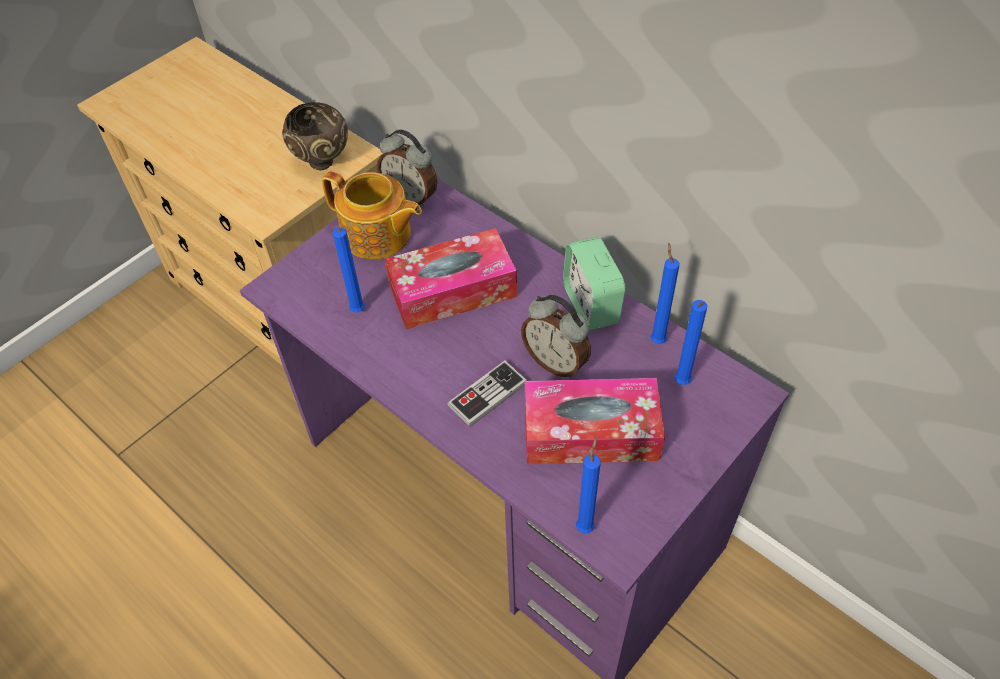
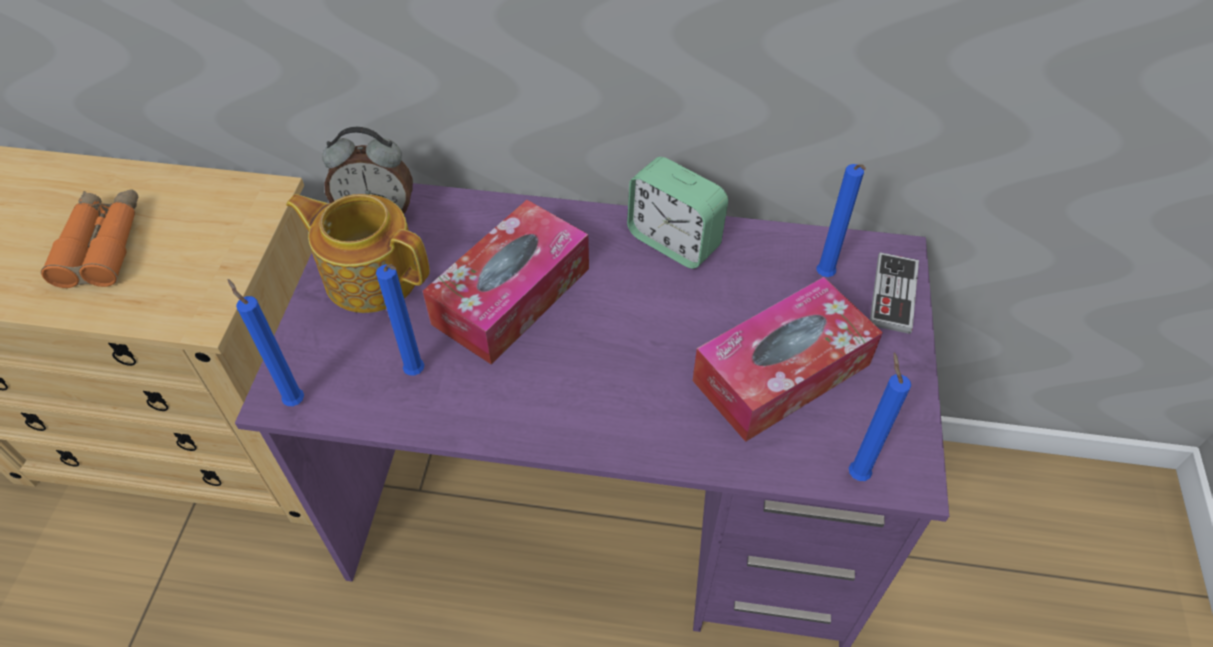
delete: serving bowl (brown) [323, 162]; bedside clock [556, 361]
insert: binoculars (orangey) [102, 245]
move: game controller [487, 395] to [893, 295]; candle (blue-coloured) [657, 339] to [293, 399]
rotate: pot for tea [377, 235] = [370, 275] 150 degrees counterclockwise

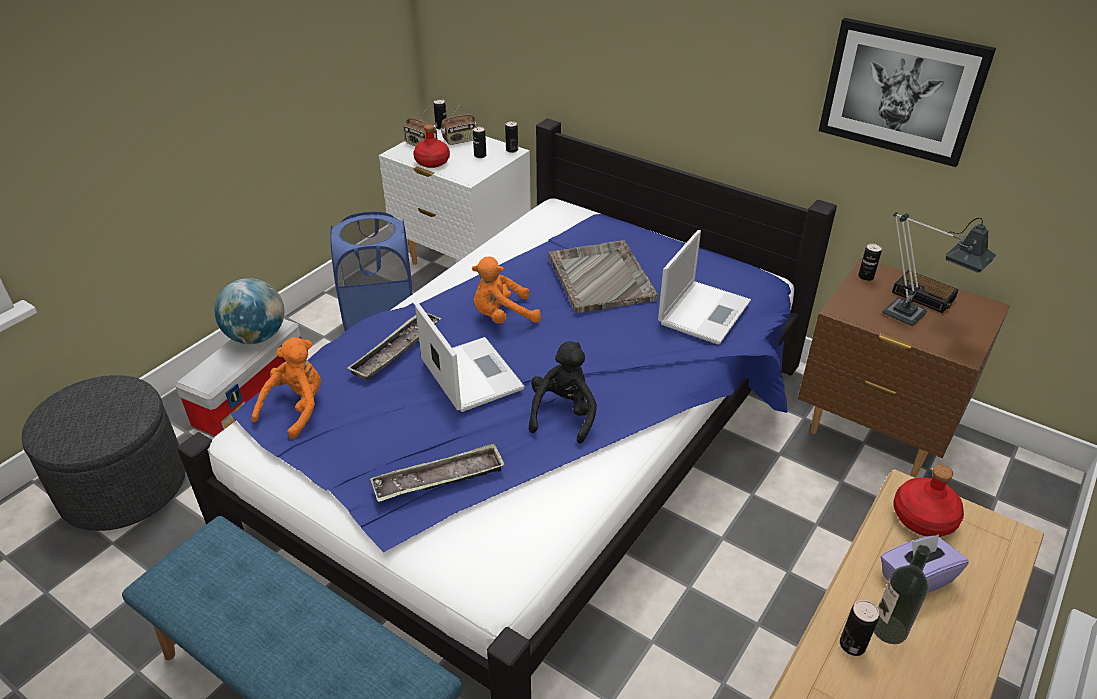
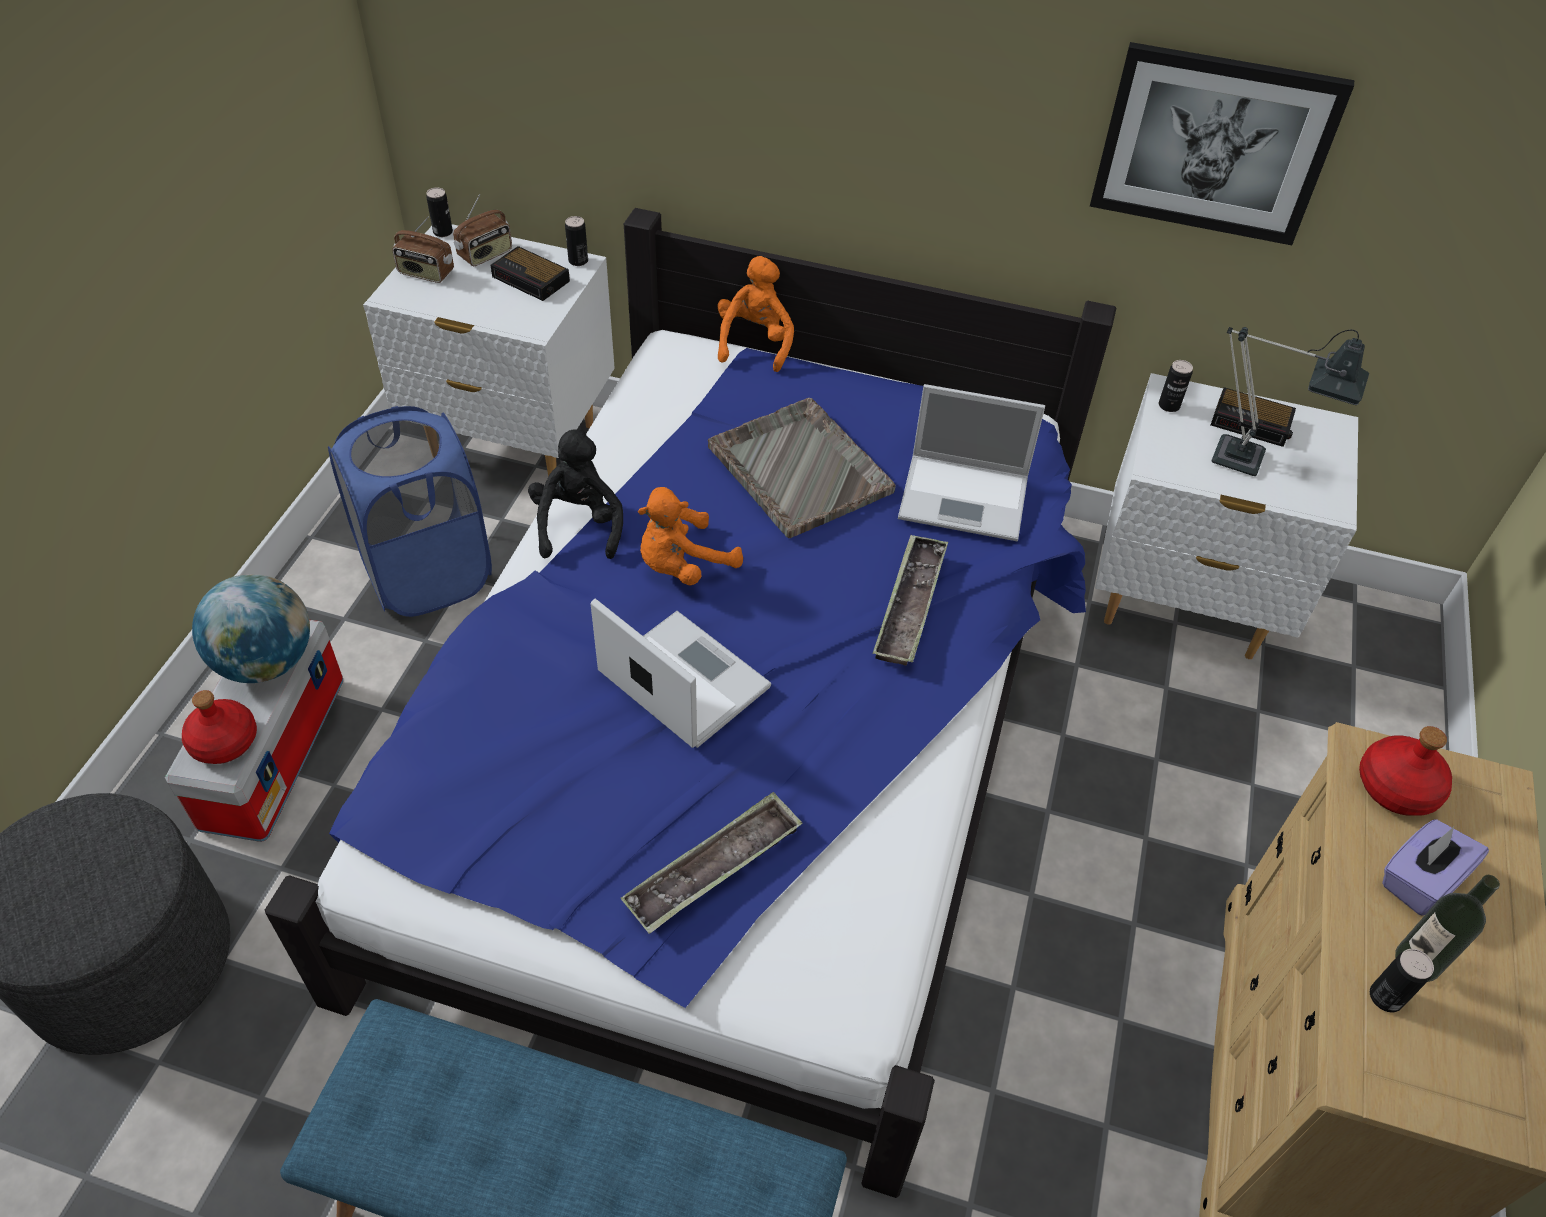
move: soft toy (orangey) [297, 409] to [755, 343]; carrying tray [396, 349] to [909, 605]; drink bottle (red-coloured) [432, 162] to [223, 742]; soft toy (blackish) [563, 414] to [578, 525]
replace: metal can [480, 155] to bedside clock [532, 279]
recolor: bedside table (brown) [874, 432] to bedside table (white) [1182, 604]
rotate: notebook computer [704, 311] = [966, 497] 90 degrees clockwise

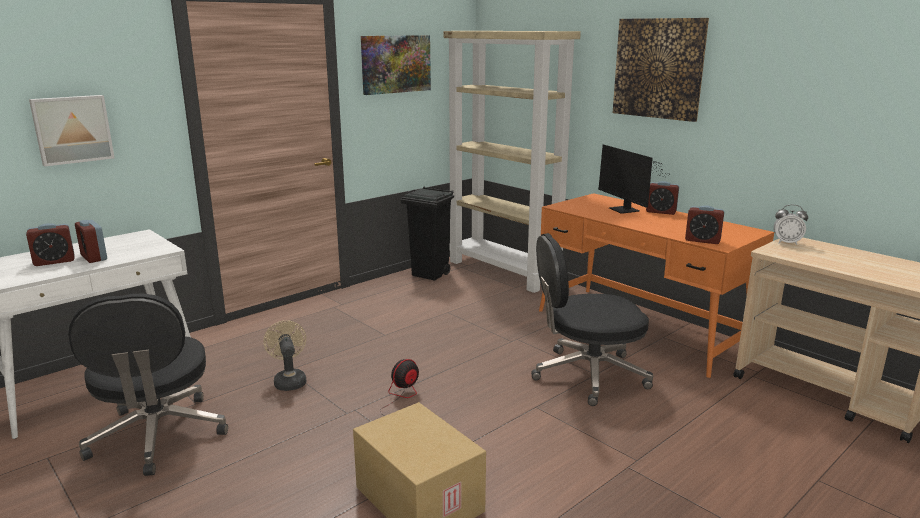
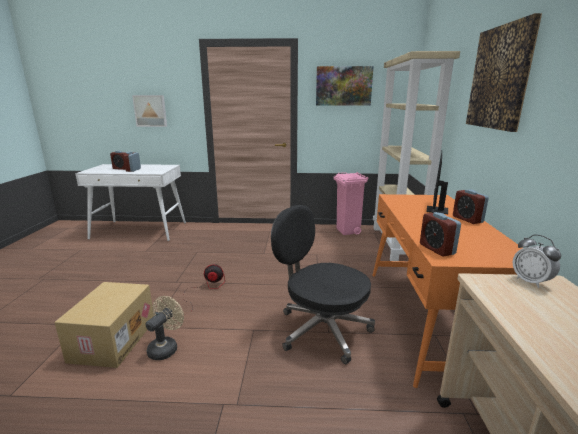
delete: office chair (blackish) [157, 436]
move: cooling fan (sand-coloured) [289, 380] to [166, 347]
recolor: trash can (blackish) [430, 274] to trash can (pink-coloured) [347, 231]

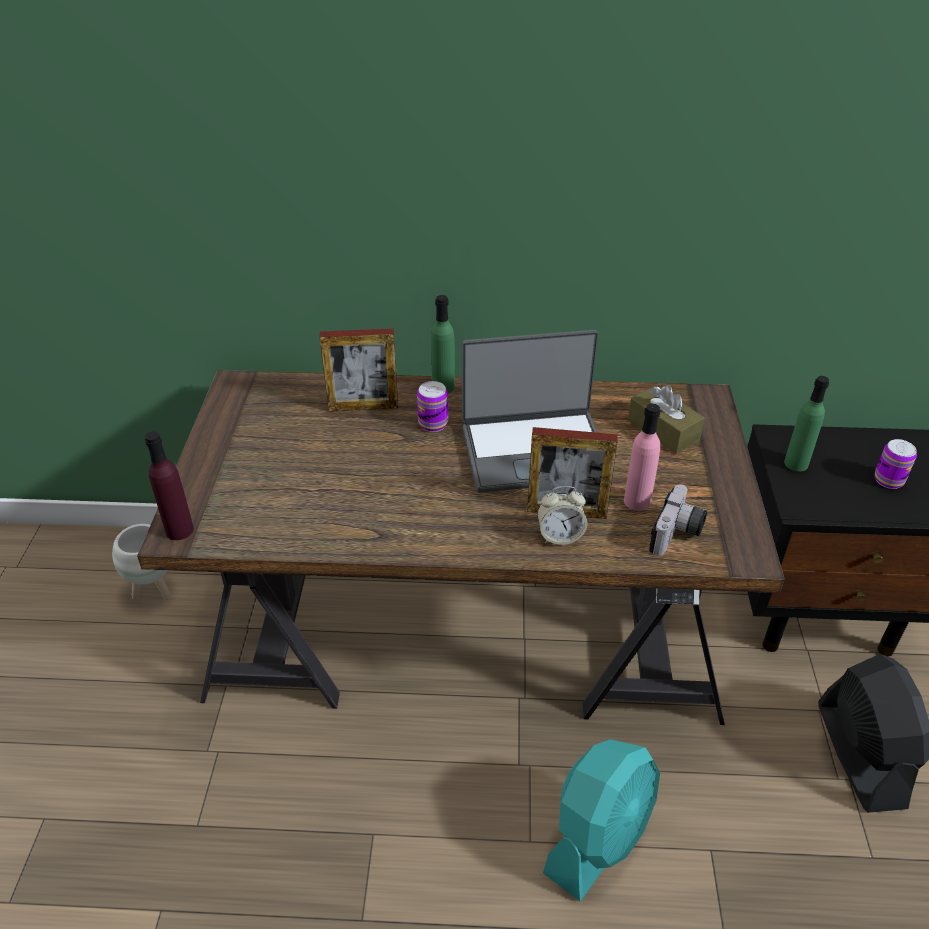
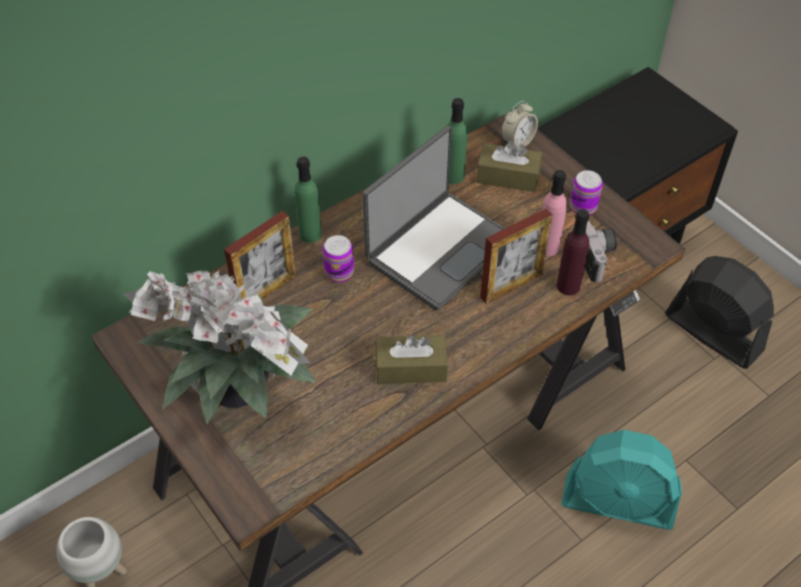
insert: houseplant [241, 395]; tissue holder (brown) [411, 368]
move: drink bottle (purplish) [179, 530] to [568, 286]; bedside clock [560, 536] to [517, 141]; drink bottle (green) [796, 463] to [453, 176]; metal can [888, 480] to [583, 207]
rotate: cooling fan (turquoise) [599, 836] = [618, 503] 105 degrees clockwise

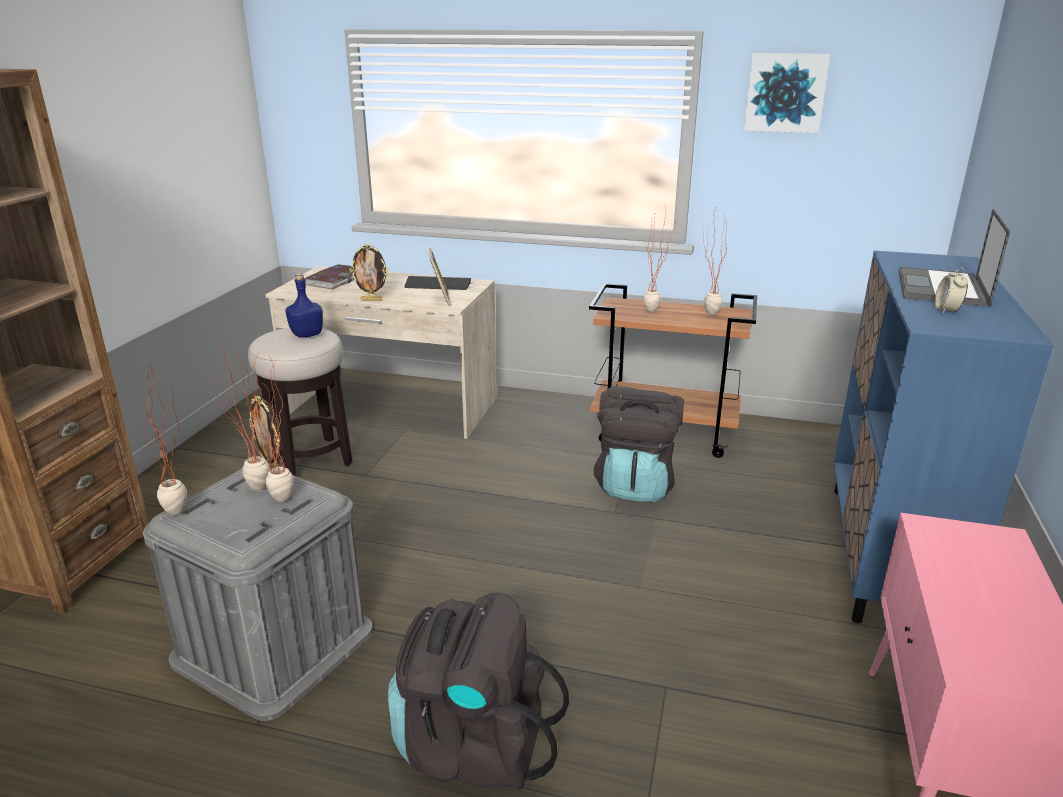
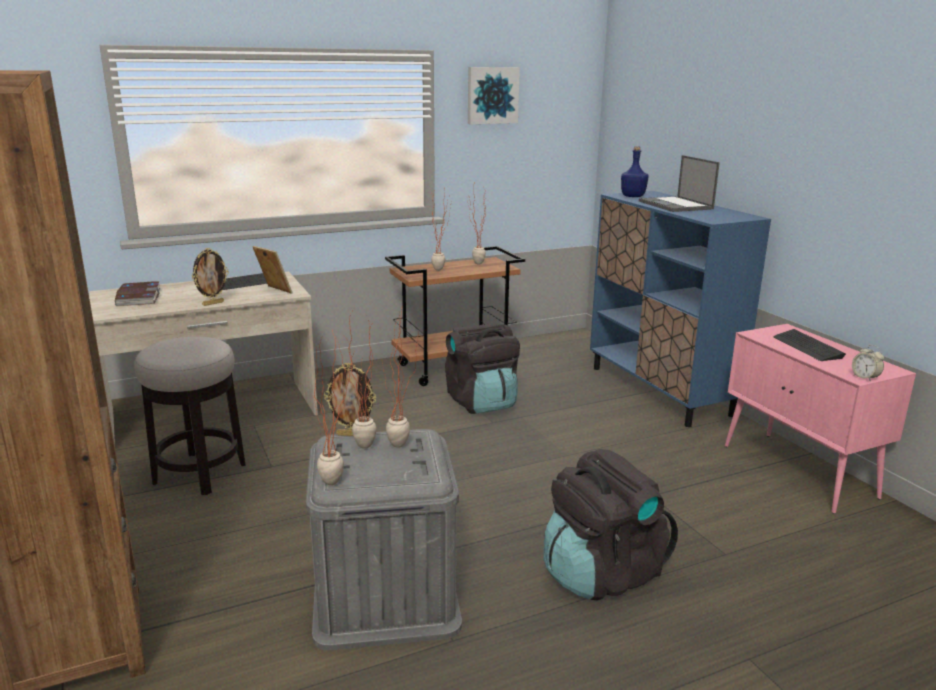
insert: PC keyboard [807, 347]
move: drink bottle (blue-coloured) [307, 334] to [633, 196]; bedside clock [946, 310] to [865, 377]

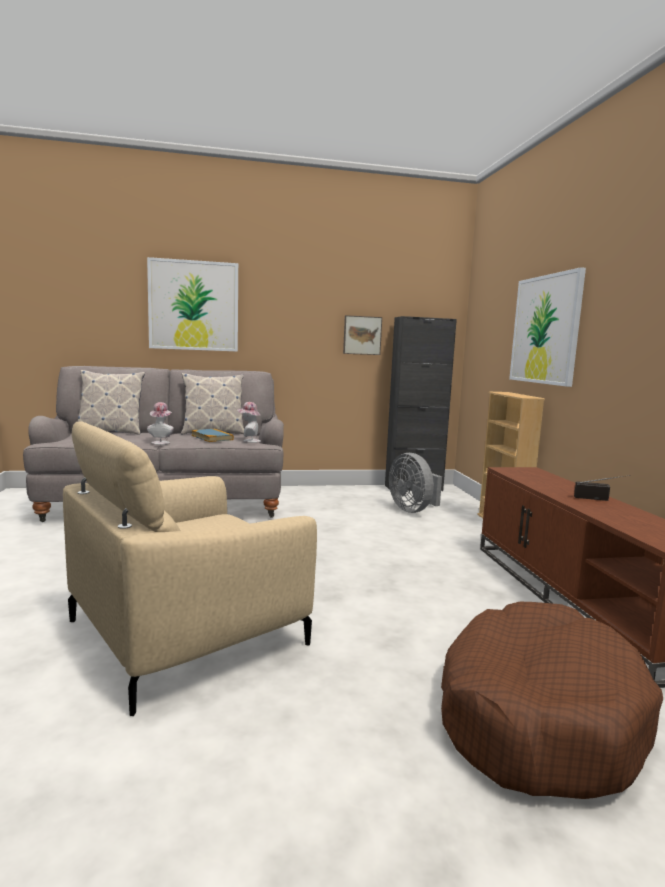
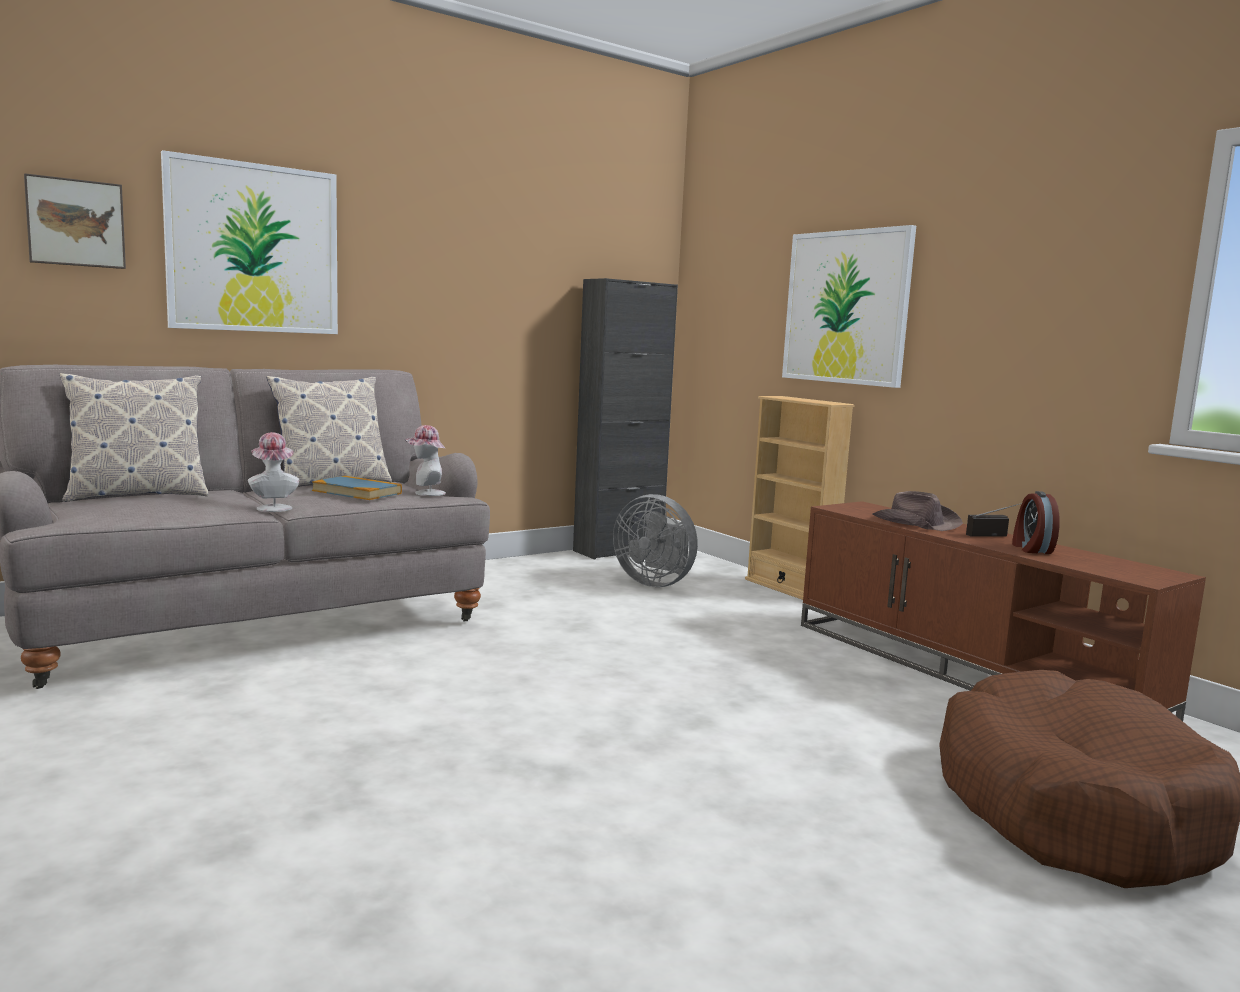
delete: armchair (sand-coloured) [188, 632]
insert: clothing hat (brown) [915, 522]; bedside clock [1031, 549]
move: wall picture [362, 335] to [75, 223]

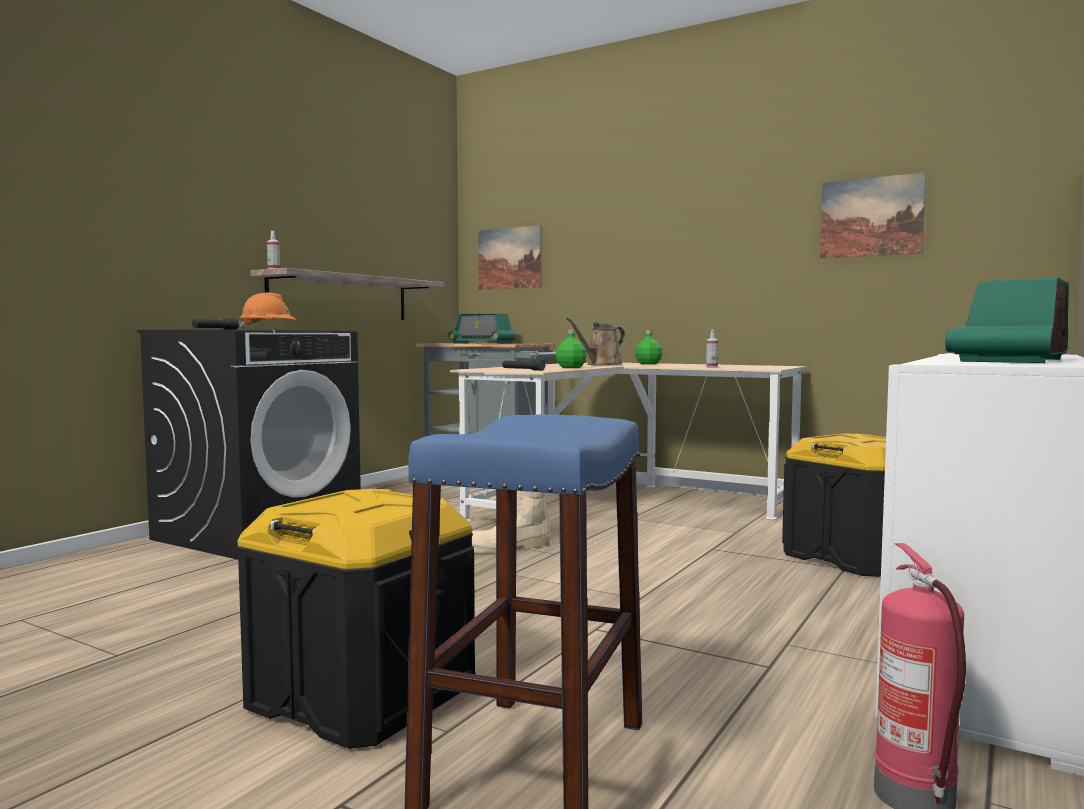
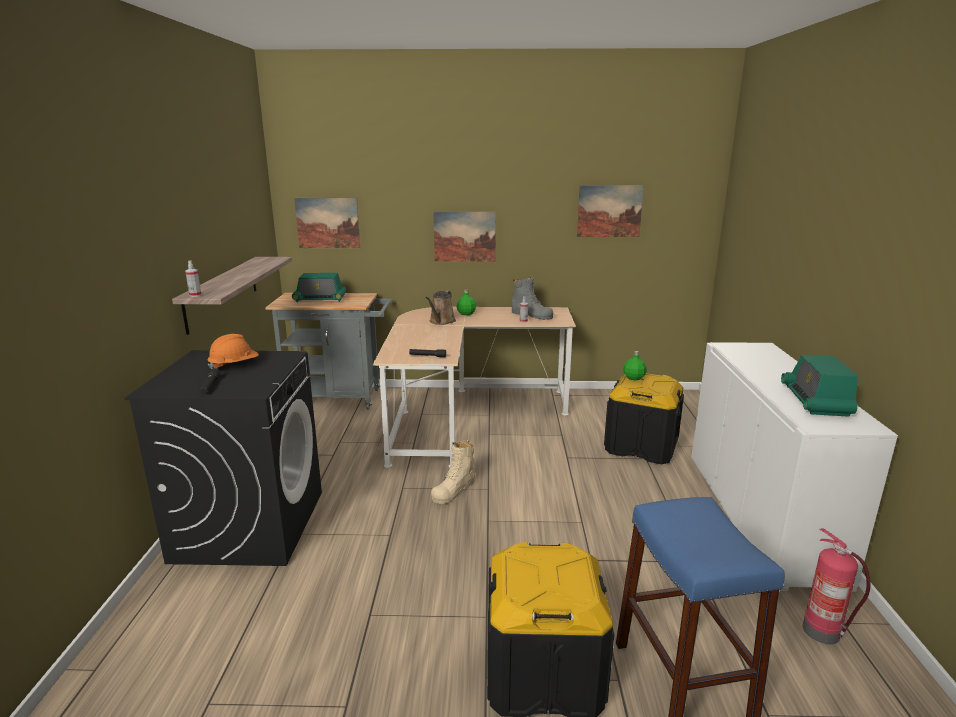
insert: wall picture [464, 236]; tall boot (greyish) [531, 315]
move: drink bottle (green) [570, 367] to [633, 378]

